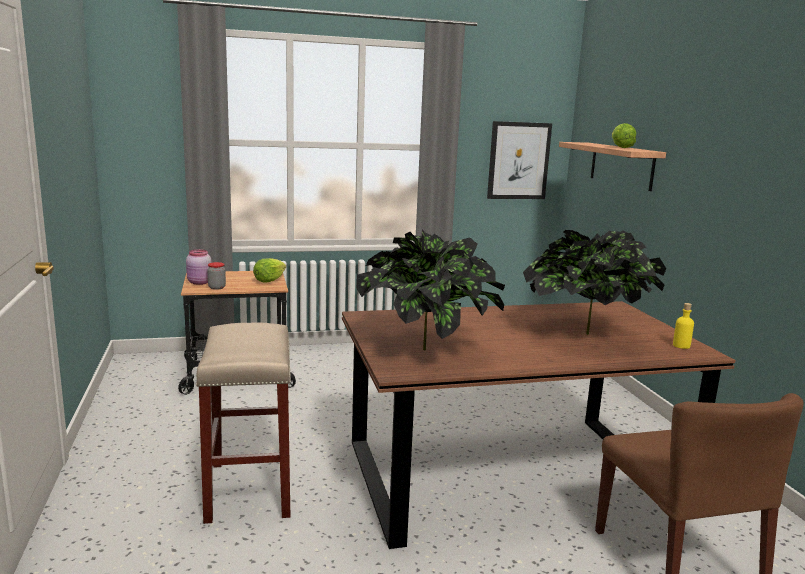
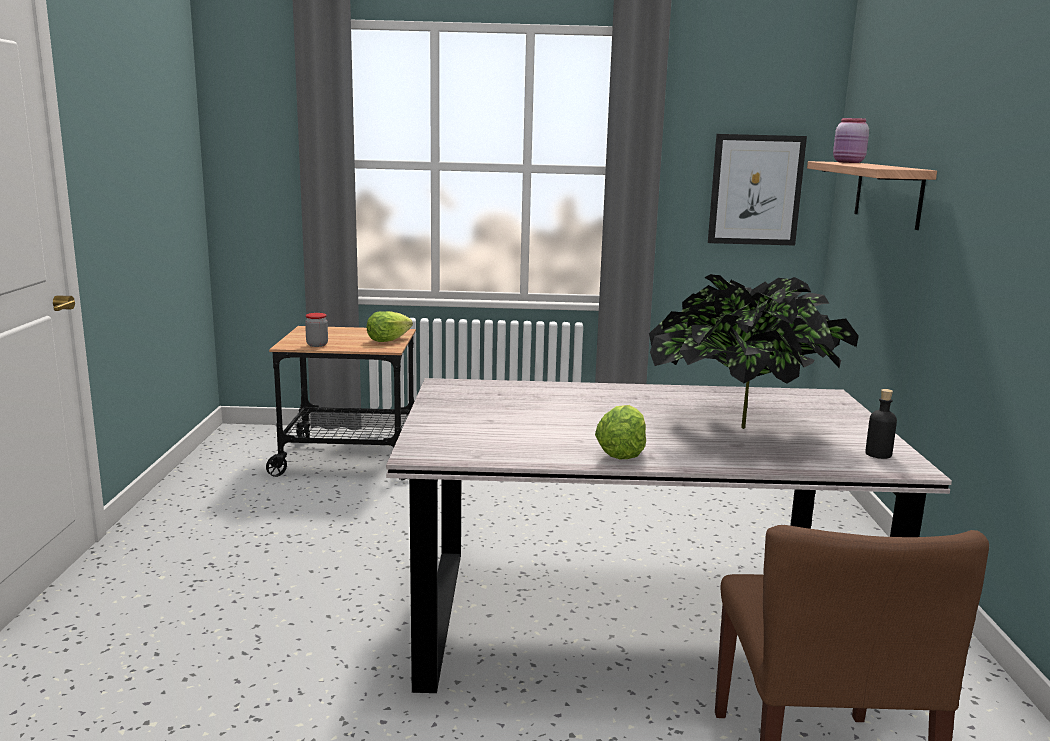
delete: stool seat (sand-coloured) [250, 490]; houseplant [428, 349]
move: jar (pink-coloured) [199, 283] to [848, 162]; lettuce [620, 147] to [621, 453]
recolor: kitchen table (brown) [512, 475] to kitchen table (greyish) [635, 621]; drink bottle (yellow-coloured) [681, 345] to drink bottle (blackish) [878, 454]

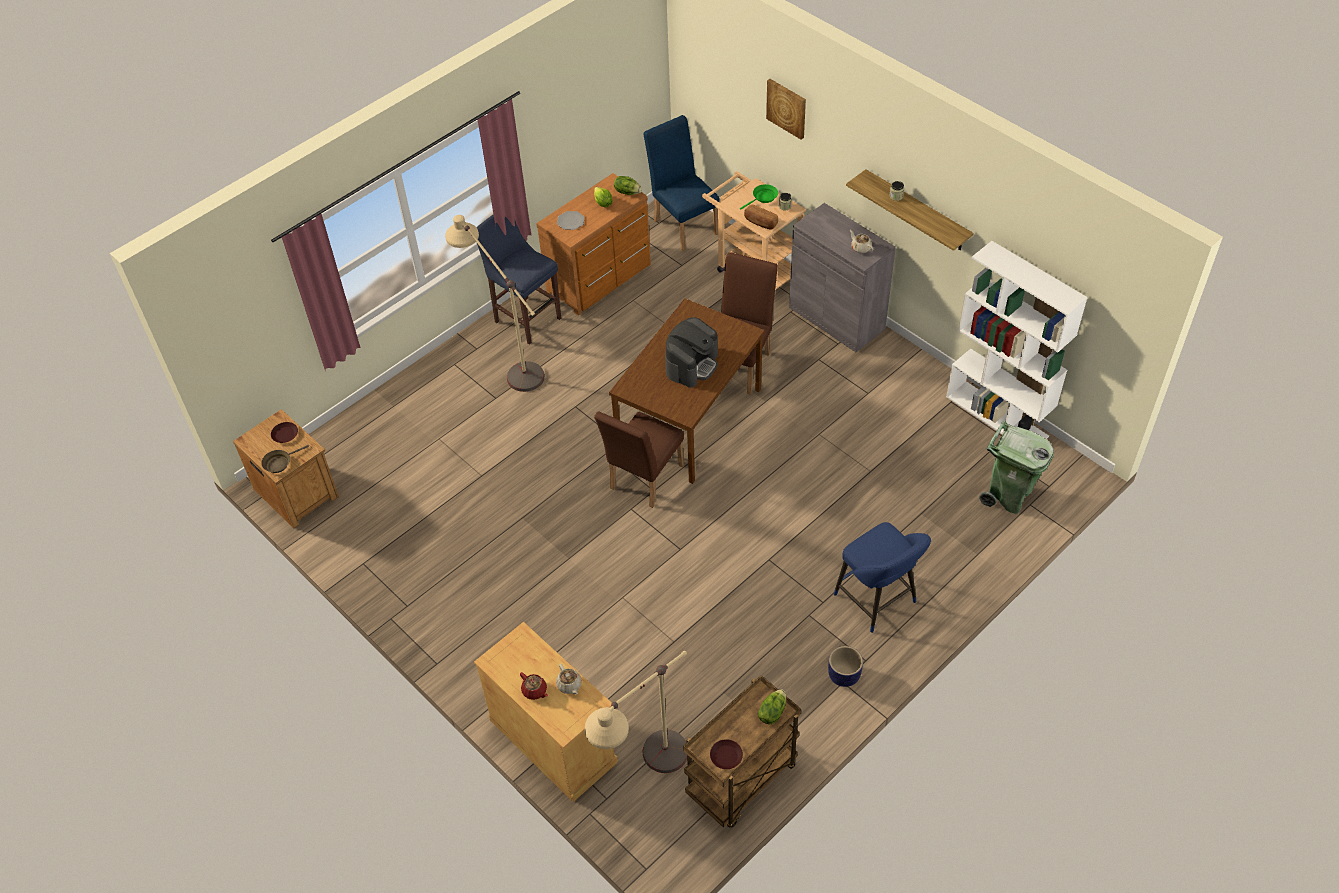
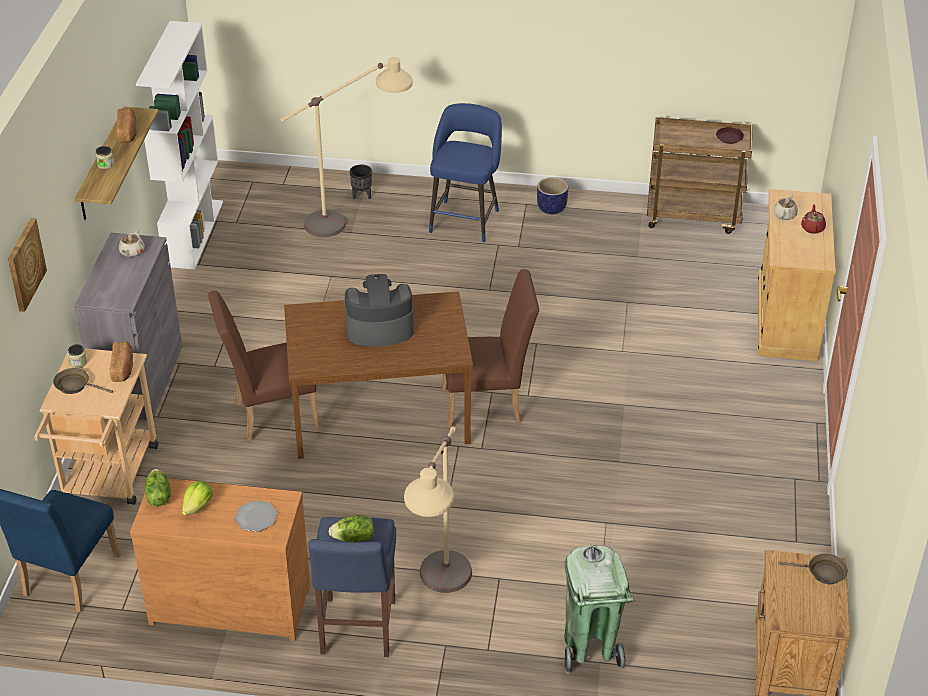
delete: flat dish (brown) [285, 434]
insert: bakery bread [128, 132]; flower pot (blackish) [362, 195]
move: floor lamp (sand-coloured) [646, 777] to [354, 223]; lettuce [772, 712] to [353, 538]; trash can (green) [1008, 496] to [590, 648]
recolor: frying pan (green) [763, 198] to frying pan (brown) [75, 385]

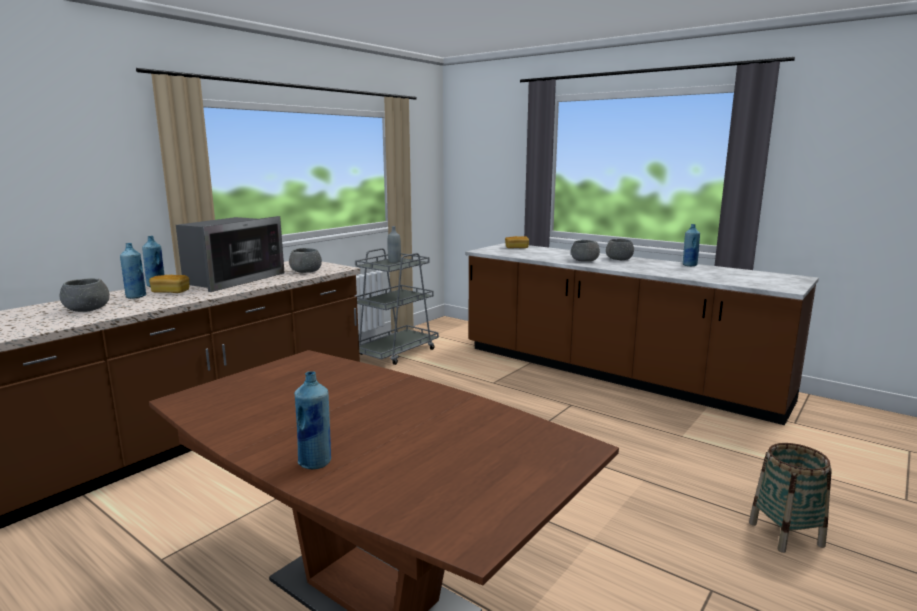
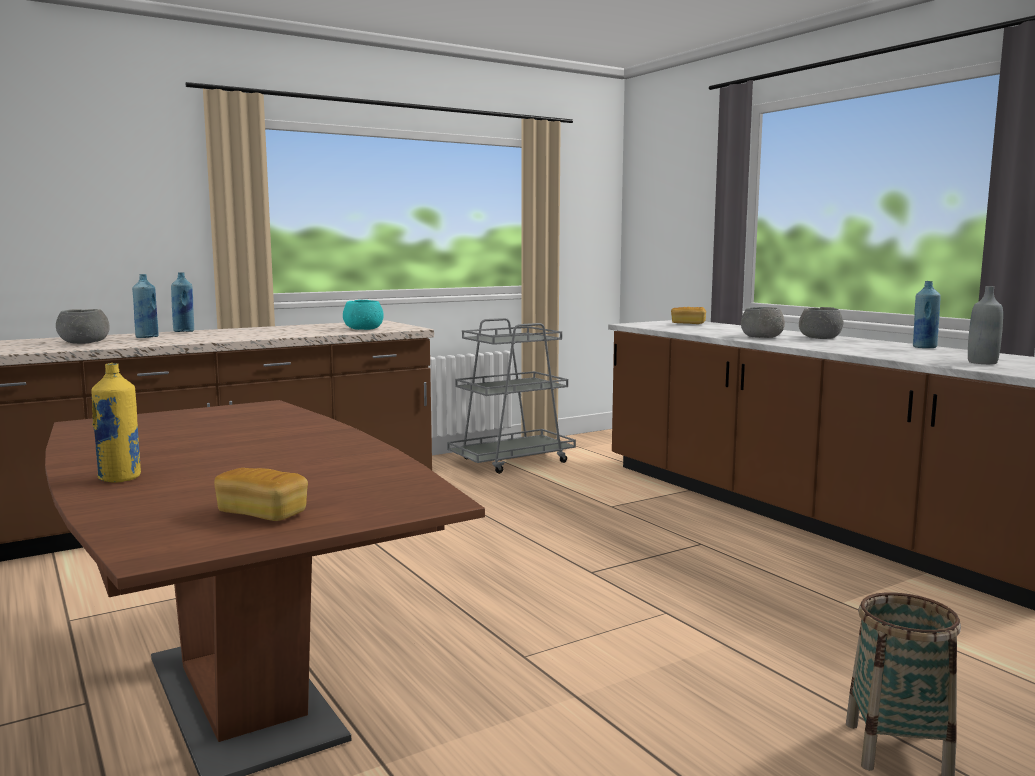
delete: kitchen microwave [232, 279]
move: bakery bread [170, 292] to [262, 514]; drink bottle (greyish) [394, 261] to [982, 362]
recolor: serving bowl (greyish) [306, 271] to serving bowl (turquoise) [363, 329]; drink bottle (blue-coloured) [315, 462] to drink bottle (yellow-coloured) [120, 478]

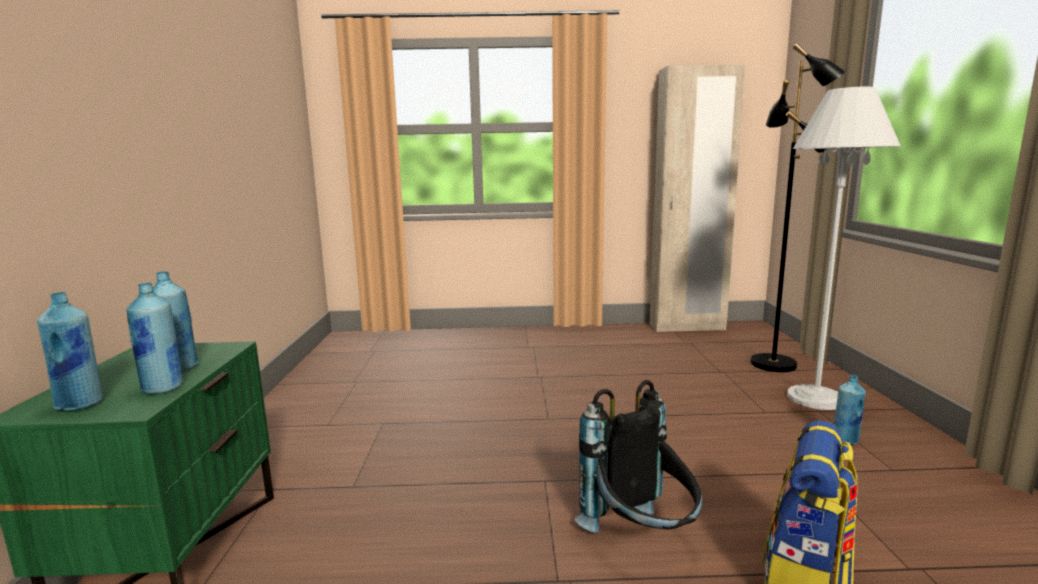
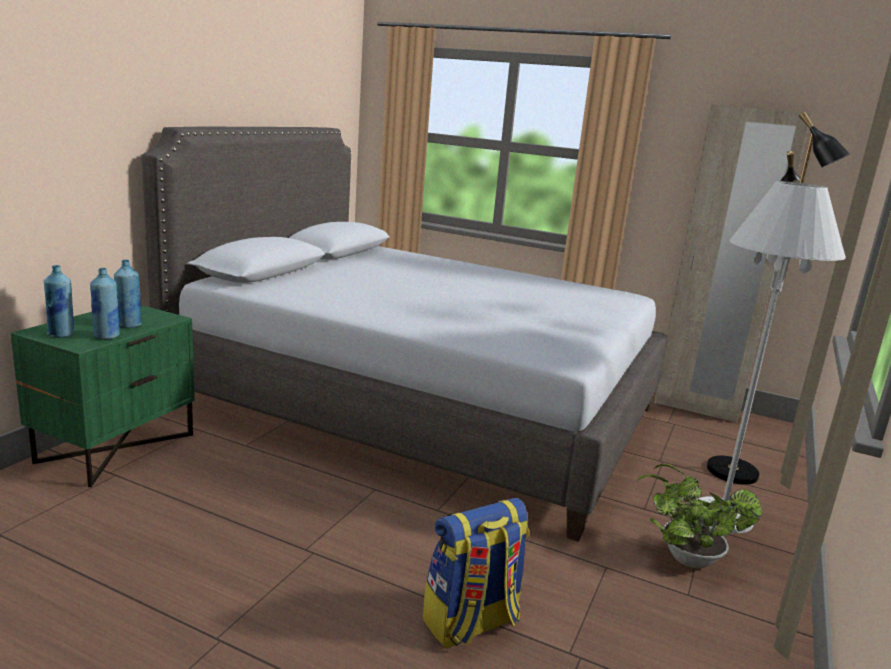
delete: backpack (blackish) [641, 538]
insert: sleeping bed (greyish) [419, 407]
replace: drink bottle (blue-coloured) [845, 440] to houseplant [684, 557]

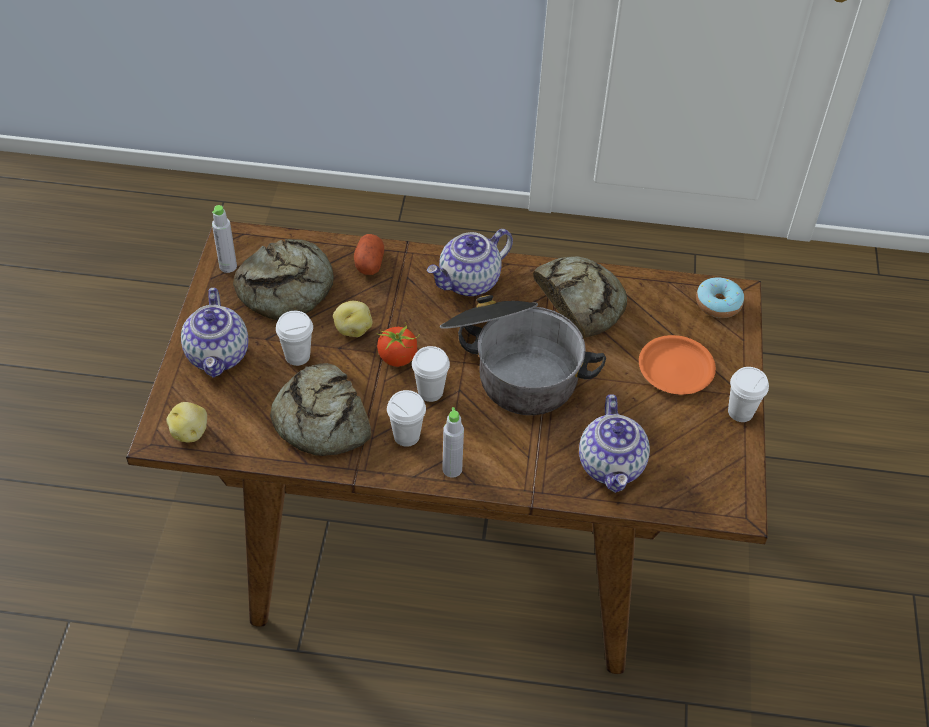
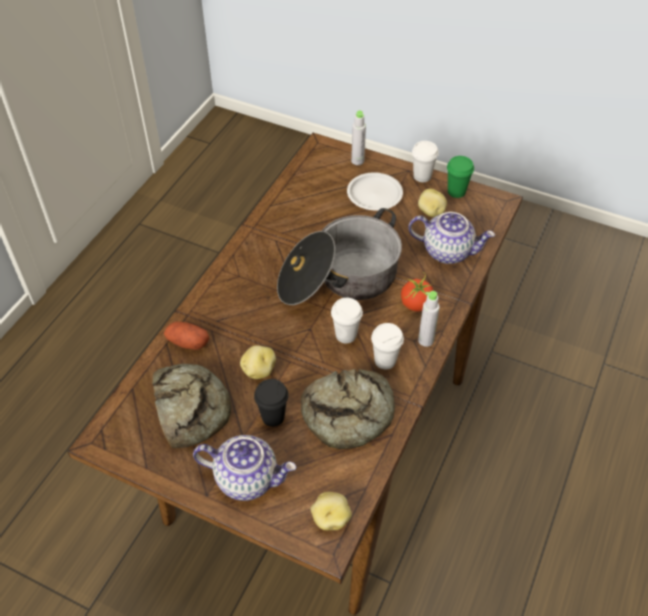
delete: pot for tea [469, 282]; bakery bread [579, 300]; ring doughnut [718, 304]
insert: spud [431, 212]; small cup (green) [456, 191]
move: drink bottle (greyish) [228, 266] to [357, 161]; fresh tomato [398, 358] to [416, 304]
recolor: small cup (white) [297, 356] to small cup (blackish) [273, 417]; flat dish (orangey) [675, 368] to flat dish (white) [374, 195]

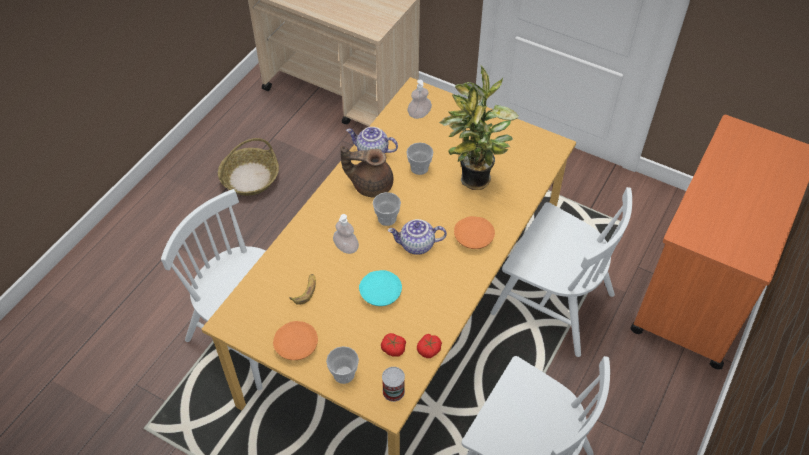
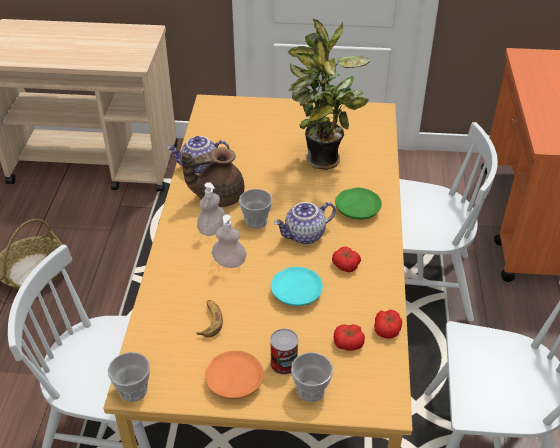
insert: fresh tomato [345, 265]
move: metal can [393, 391] to [284, 363]; small cup [419, 168] to [133, 390]; soap bottle [419, 114] to [211, 229]
recolor: flat dish (orangey) [474, 236] to flat dish (green) [357, 209]

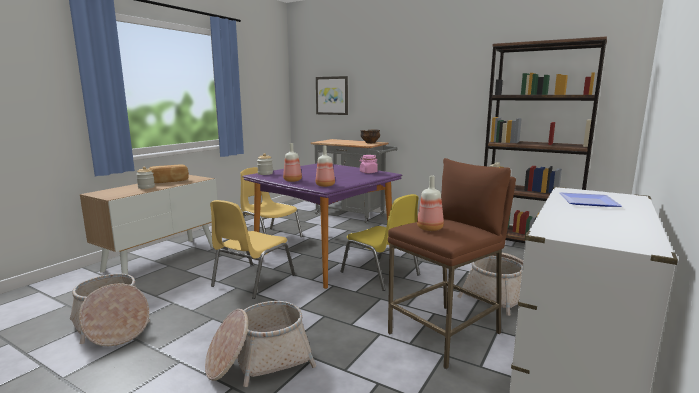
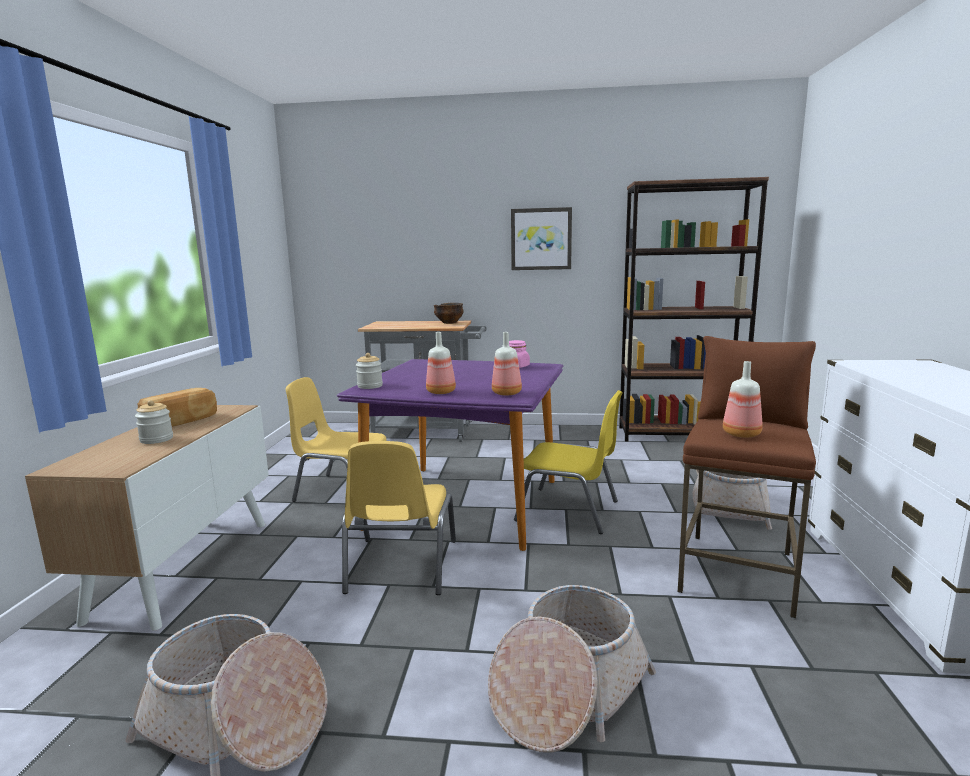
delete: flat dish [585, 202]
move: wall picture [332, 95] to [541, 239]

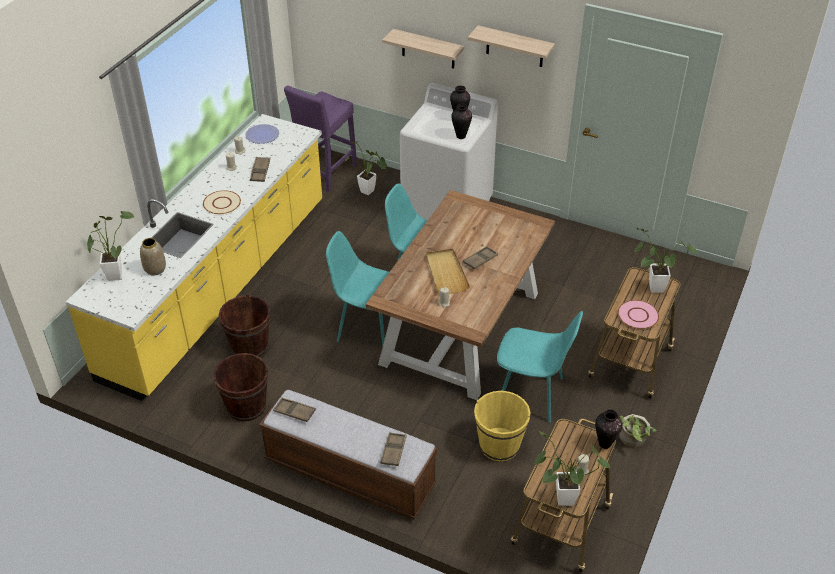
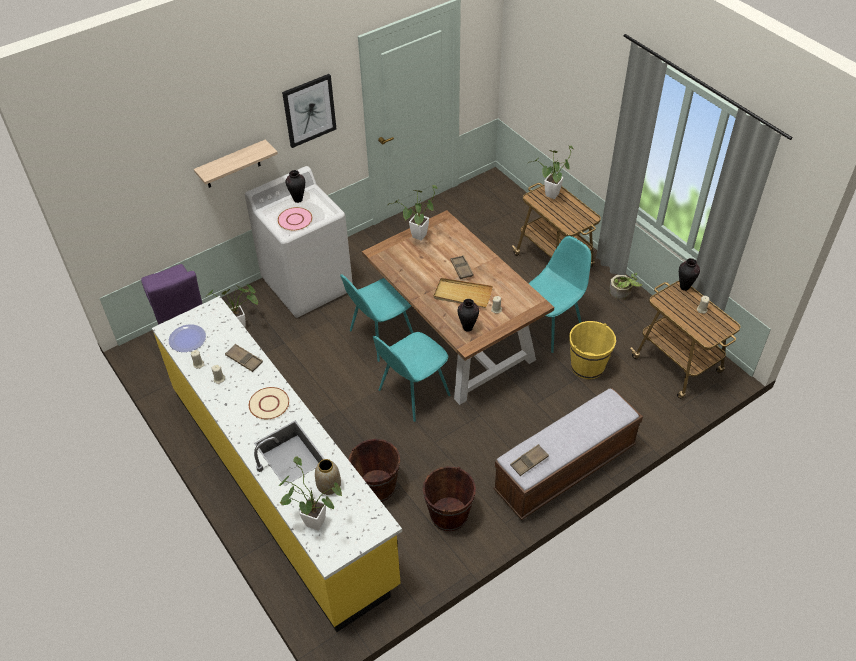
delete: carrying tray (brown) [393, 451]
move: vase [460, 136] to [467, 328]; houseplant [560, 499] to [417, 238]; flat dish (pink-coloured) [638, 315] to [295, 220]
replace: shelf [515, 47] to wall picture [309, 110]

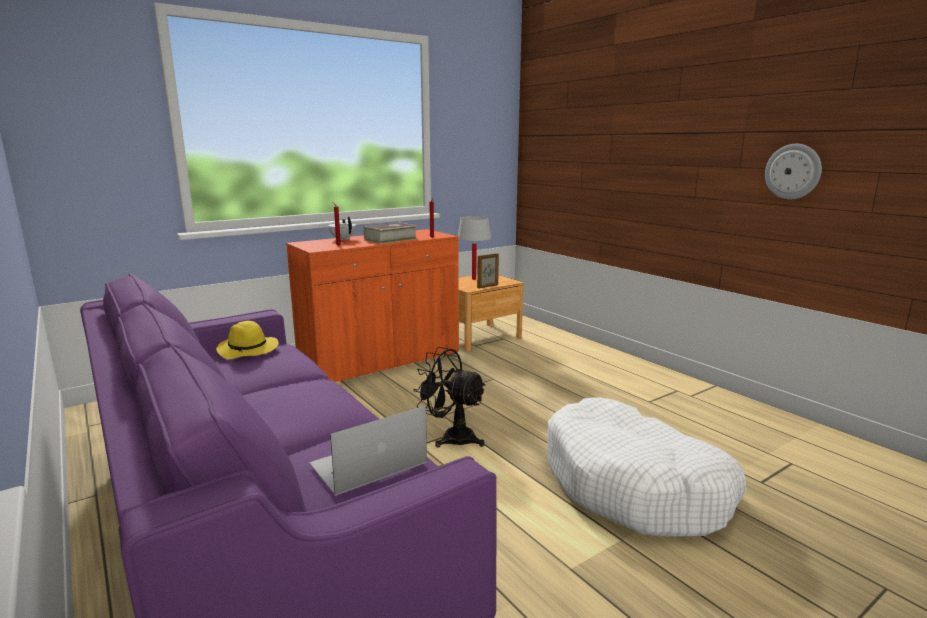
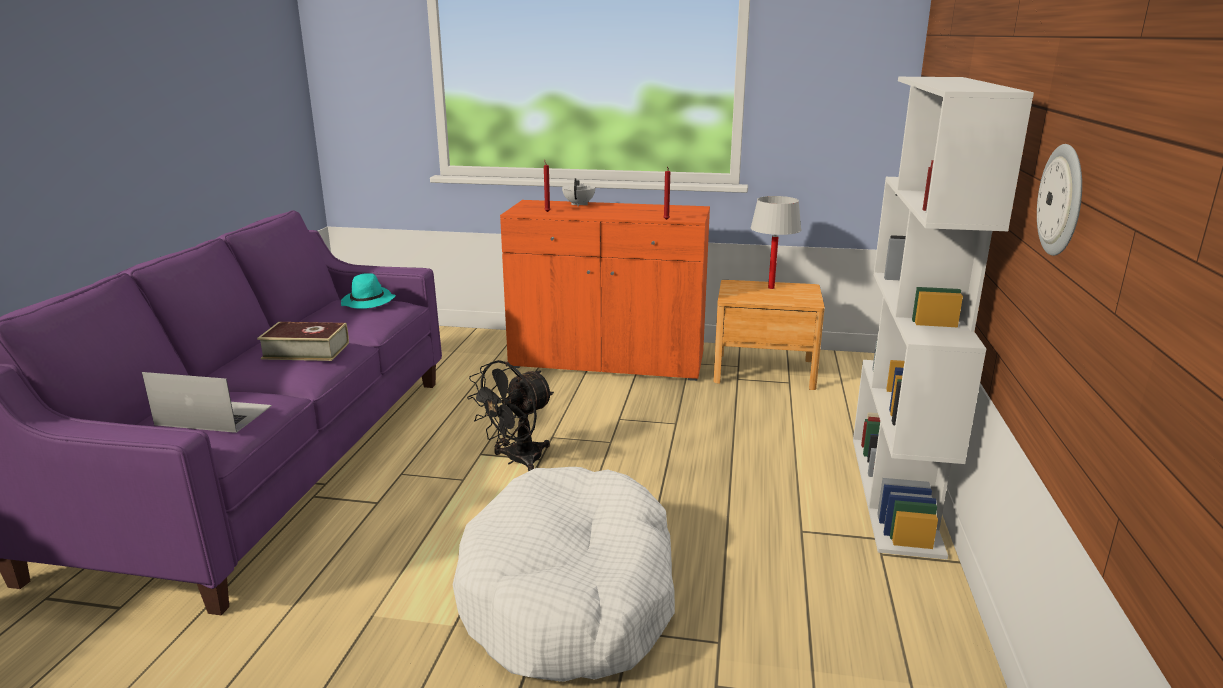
delete: photo frame [488, 286]
insert: shelving unit (white) [895, 493]
move: bound book [390, 239] to [306, 351]
recolor: clothing hat (yellow-coloured) [249, 350] to clothing hat (turquoise) [368, 302]
rotate: cooling fan (blackish) [451, 437] = [517, 460] 120 degrees counterclockwise

